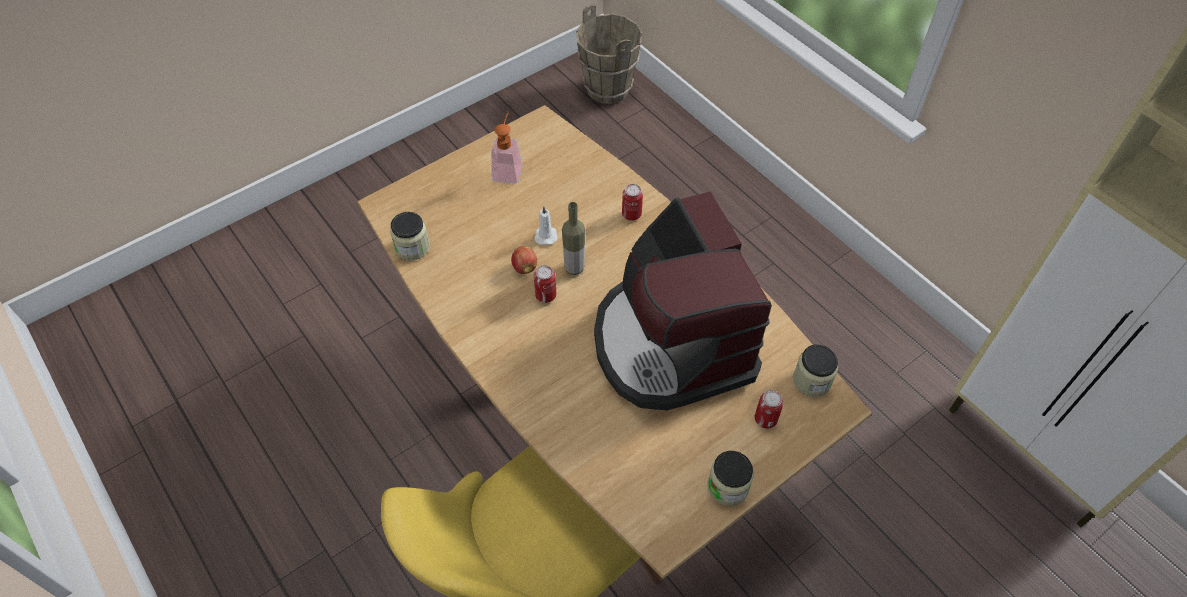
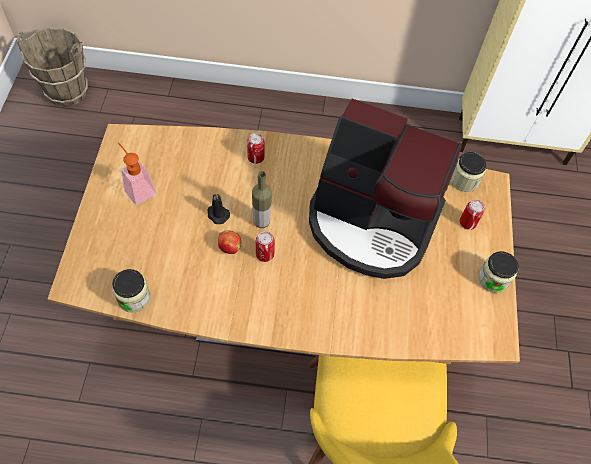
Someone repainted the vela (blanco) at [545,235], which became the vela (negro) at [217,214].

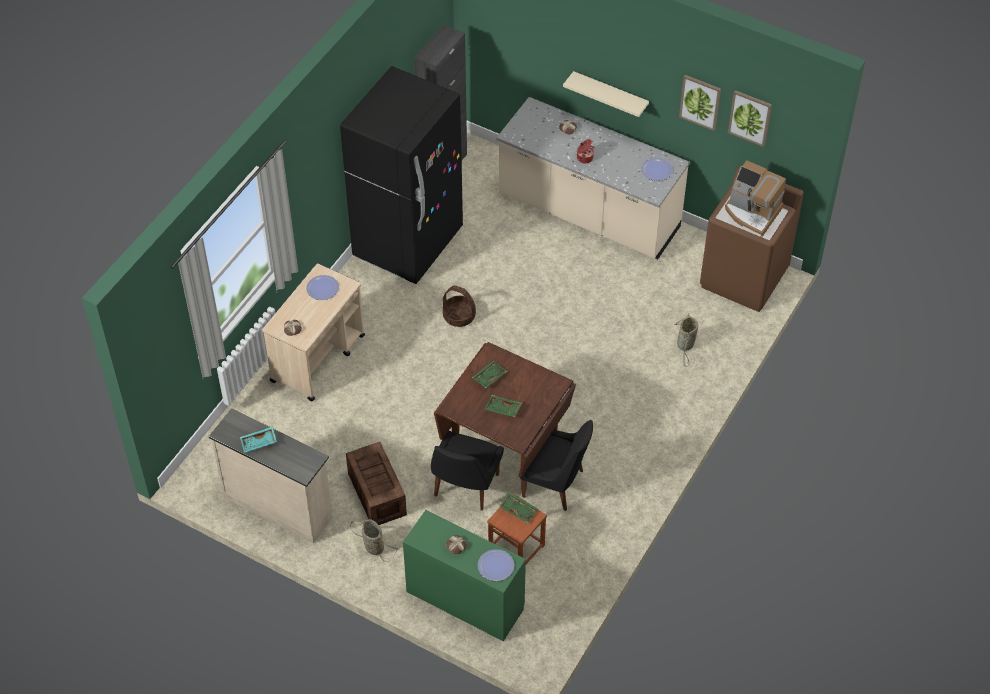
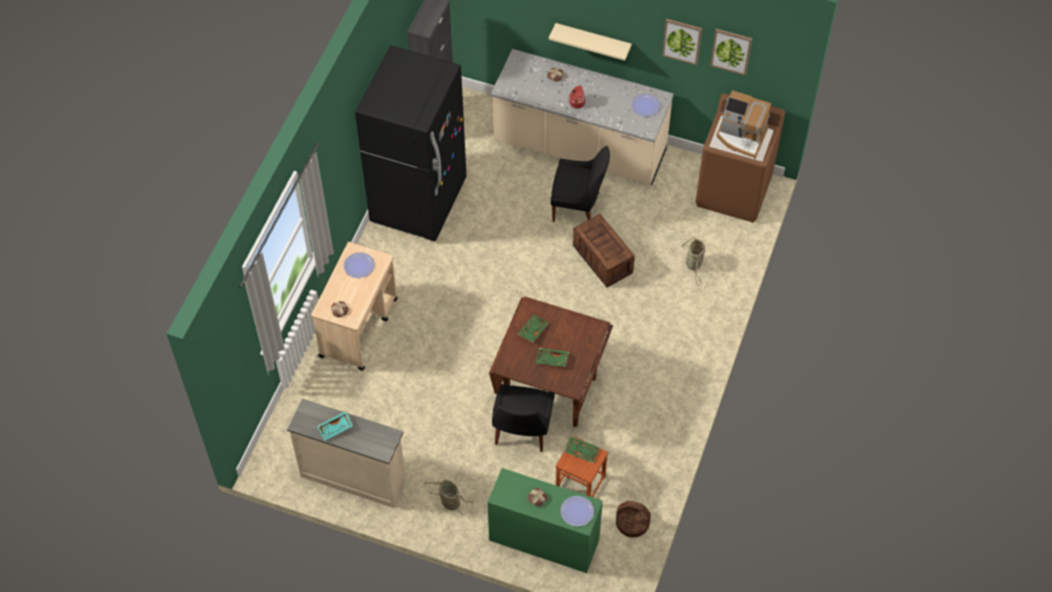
Someone carried the caja de embalaje from [377,495] to [603,260].
Someone carried the cesta from [459,316] to [632,524].
Someone carried the silla (negro) from [555,484] to [578,207].

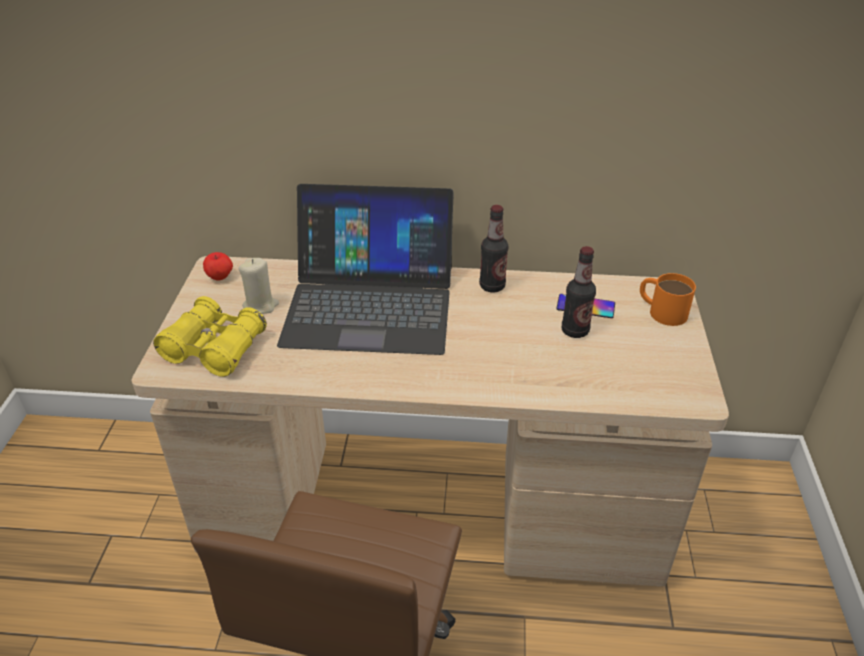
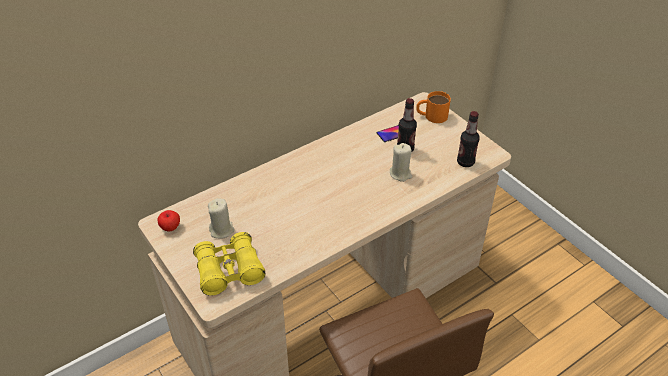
Someone took away the portátil at [370,303].
Someone carried the botella from [492,286] to [465,162].
Someone put down the vela (beis) at [400,174].

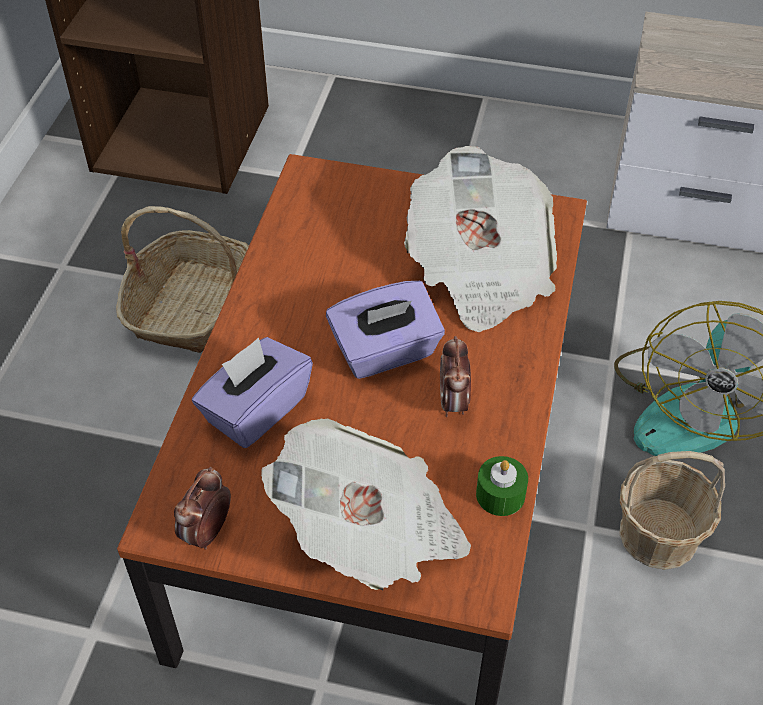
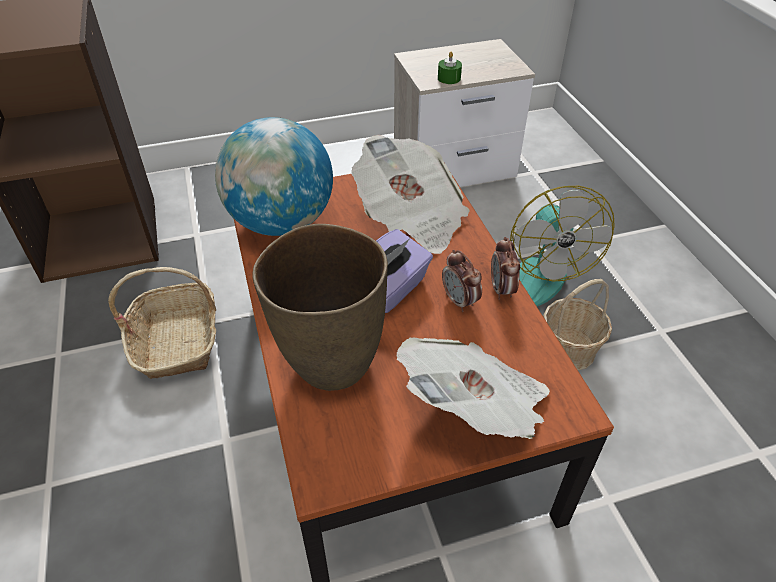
Someone carried the despertador from [207,532] to [502,290].
Someone swapped the caja de pañuelos (morado) at [255,410] for the florero (marrón) at [330,364].
Someone carried the vela (verde) from [500,495] to [449,78].
Someone put down the globo terráqueo at [281,223].

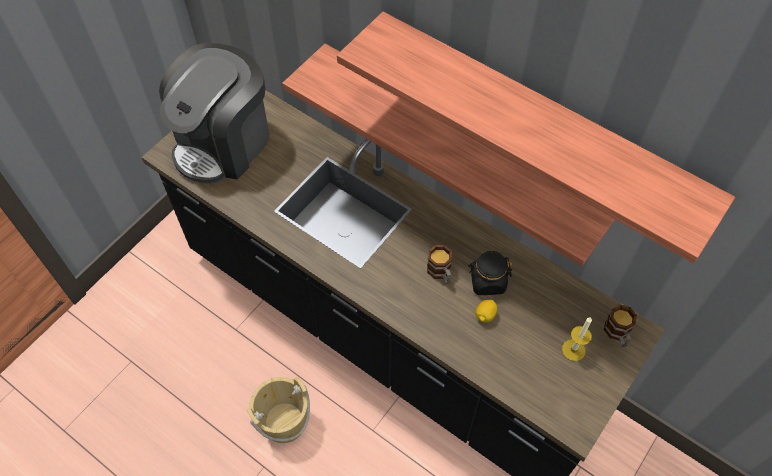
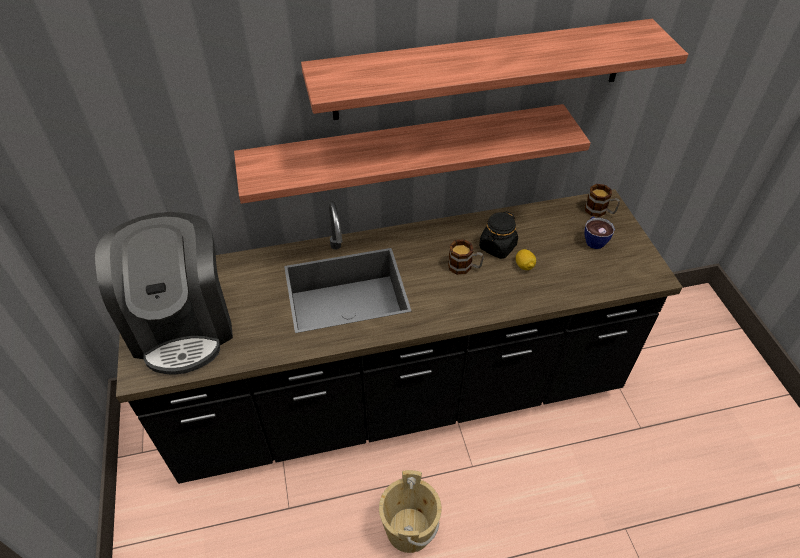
Someone swapped the vela at [573,350] for the taza at [593,239].

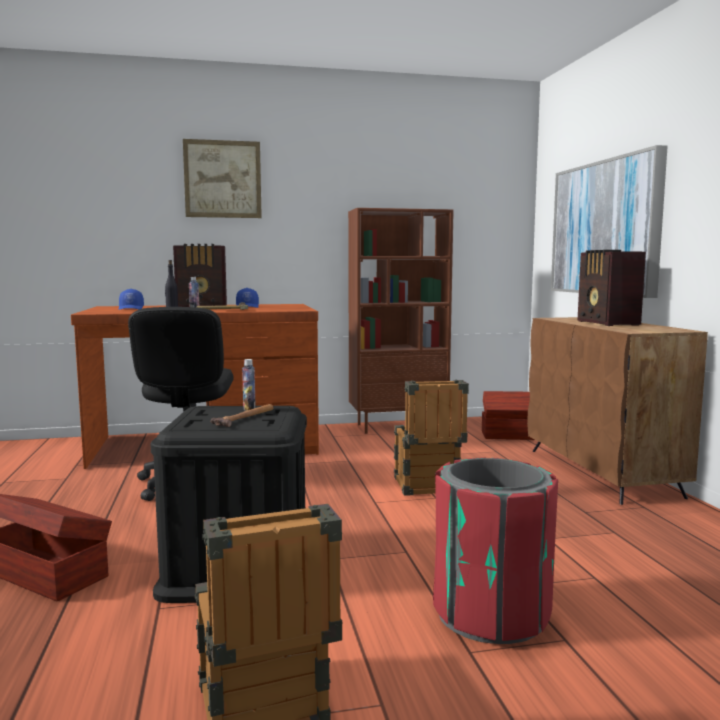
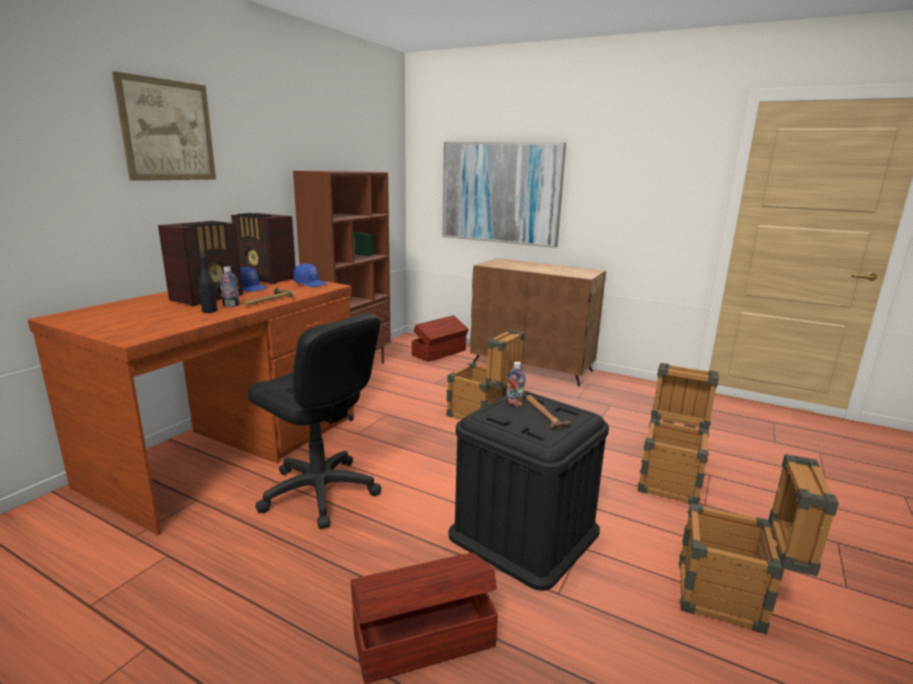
Someone carried the gorra (azul) from [131,308] to [311,283].
Someone swapped the papelera (rojo) at [491,614] for the caja de embalaje at [670,479].
Someone carried the radio from [607,323] to [267,279].

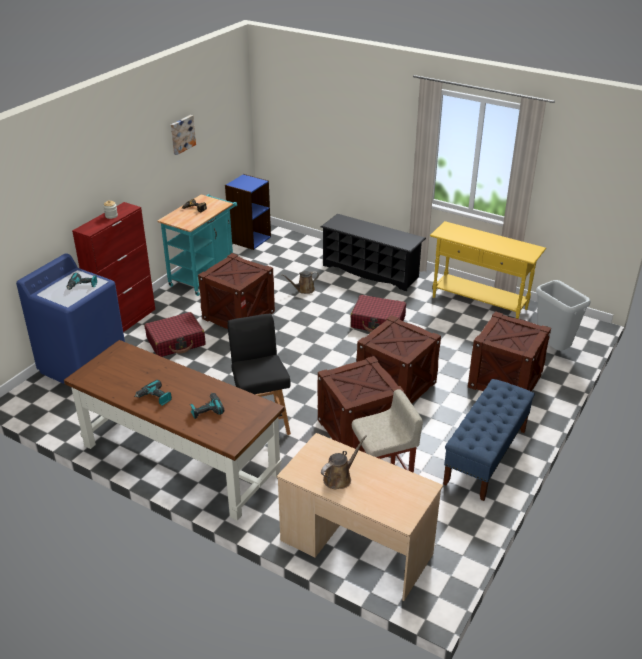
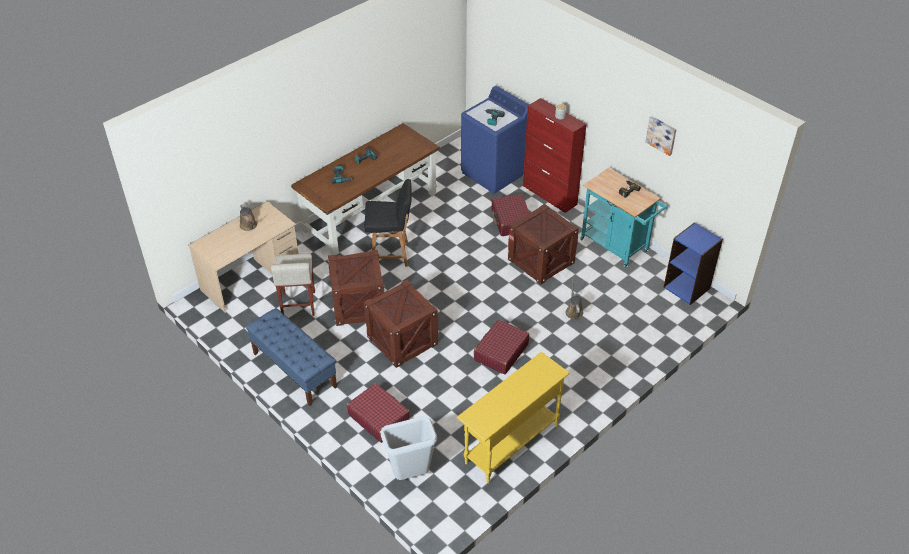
Someone took away the zapatero (negro) at [371,271].
Someone swapped the caja de embalaje at [505,380] for the maleta (rojo) at [378,418].

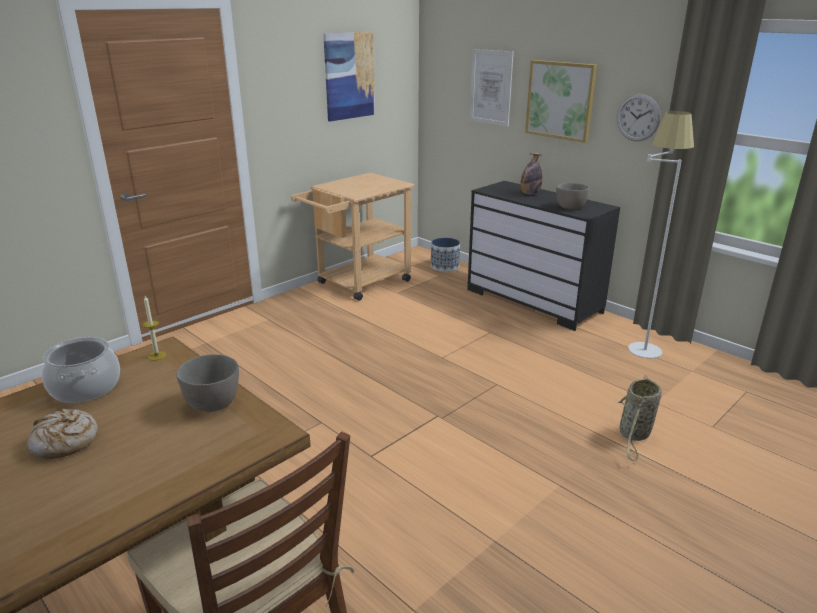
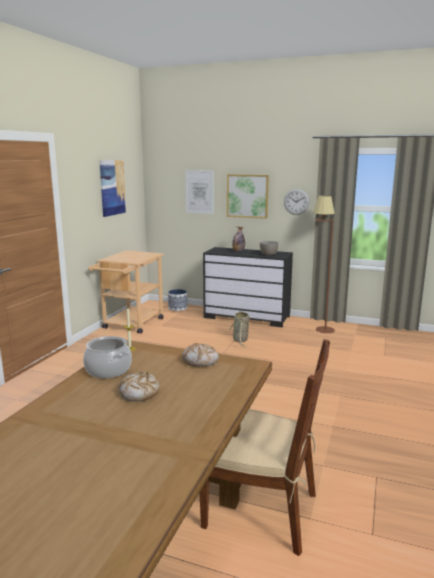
Someone swapped the cuenco (gris) at [213,403] for the pan at [200,361].
Someone carried the cesta from [634,435] to [240,340].
Someone repainted the lámpara de pie (blanco) at [640,343], which became the lámpara de pie (marrón) at [320,327].

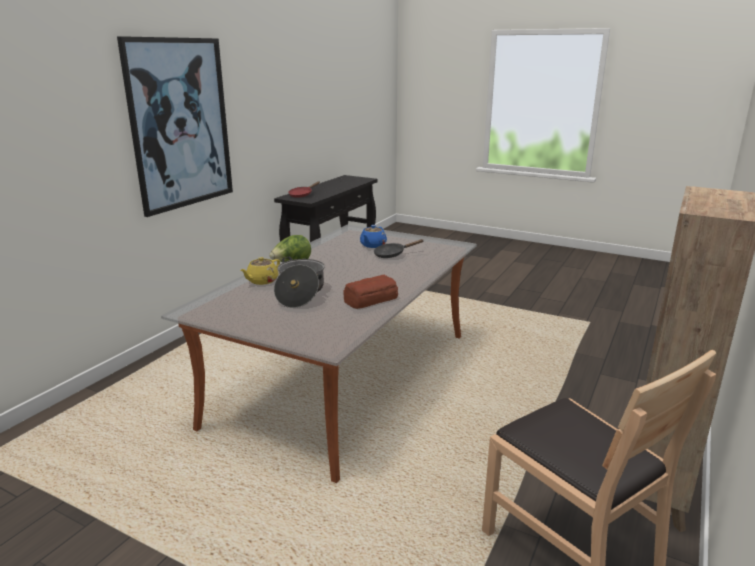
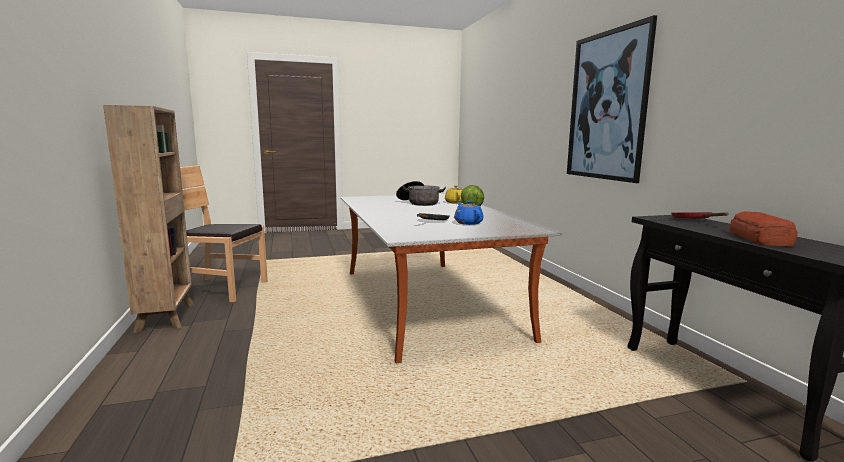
Someone carried the pan from [370,299] to [760,239].

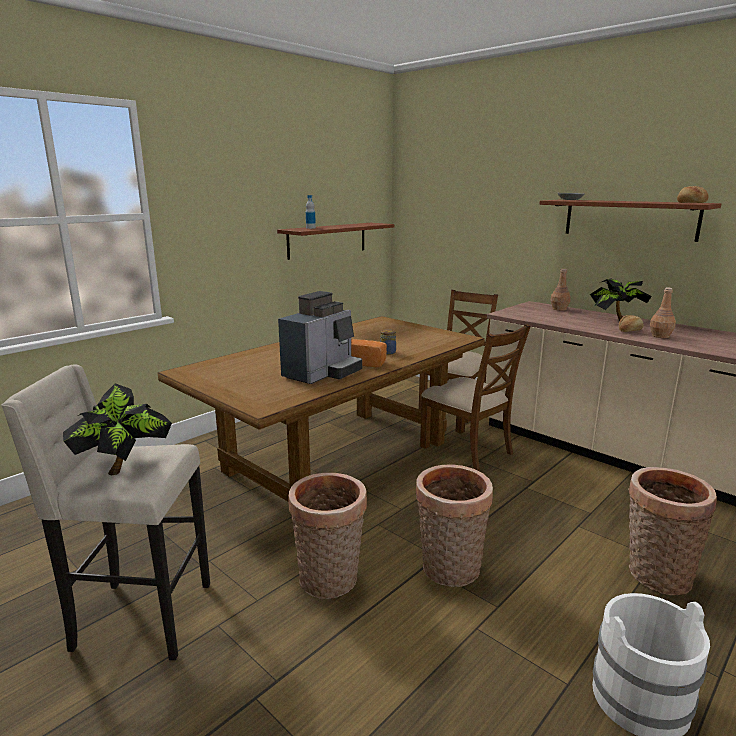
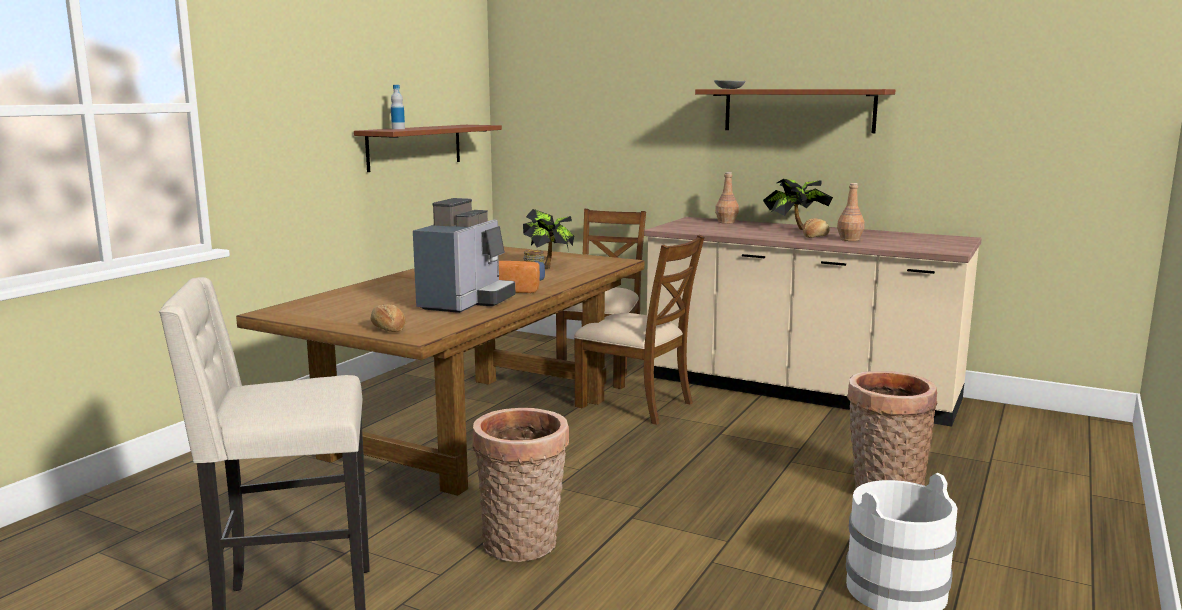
Someone carried the planta en maceta from [125,467] to [549,266].
Someone took away the cesta at [449,571].
Someone carried the pan from [691,203] to [388,329].

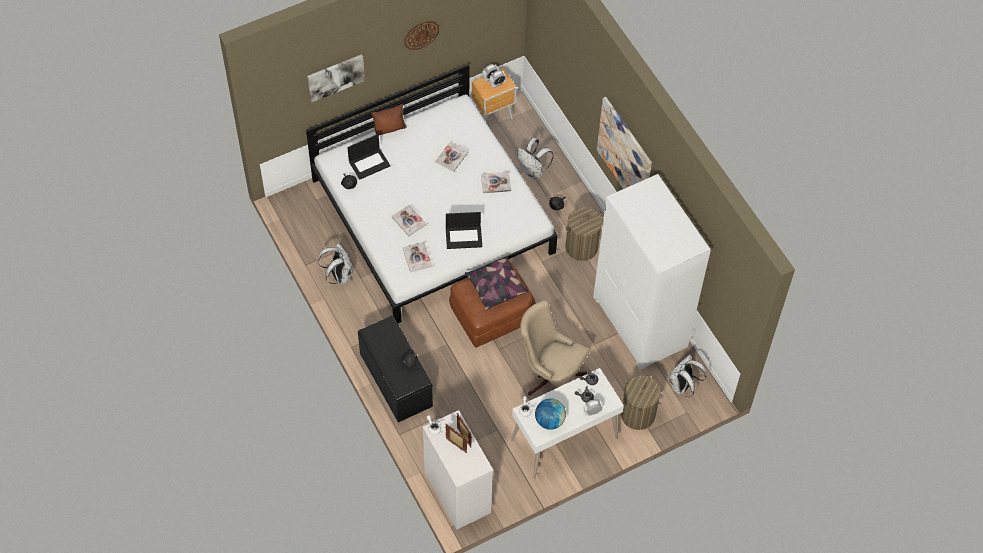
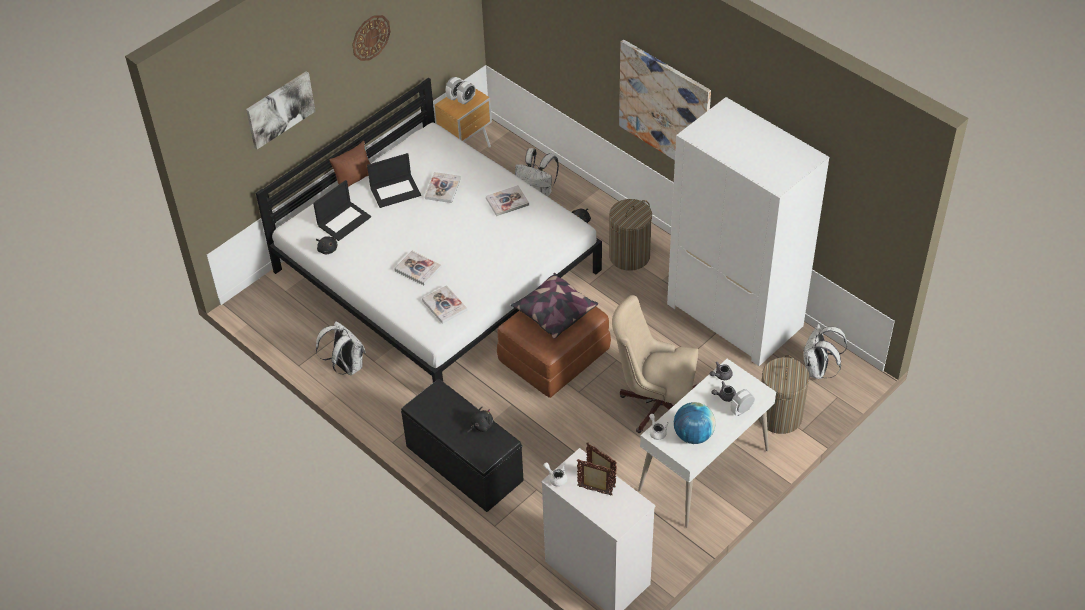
Someone carried the portátil from [464,236] to [395,191].

